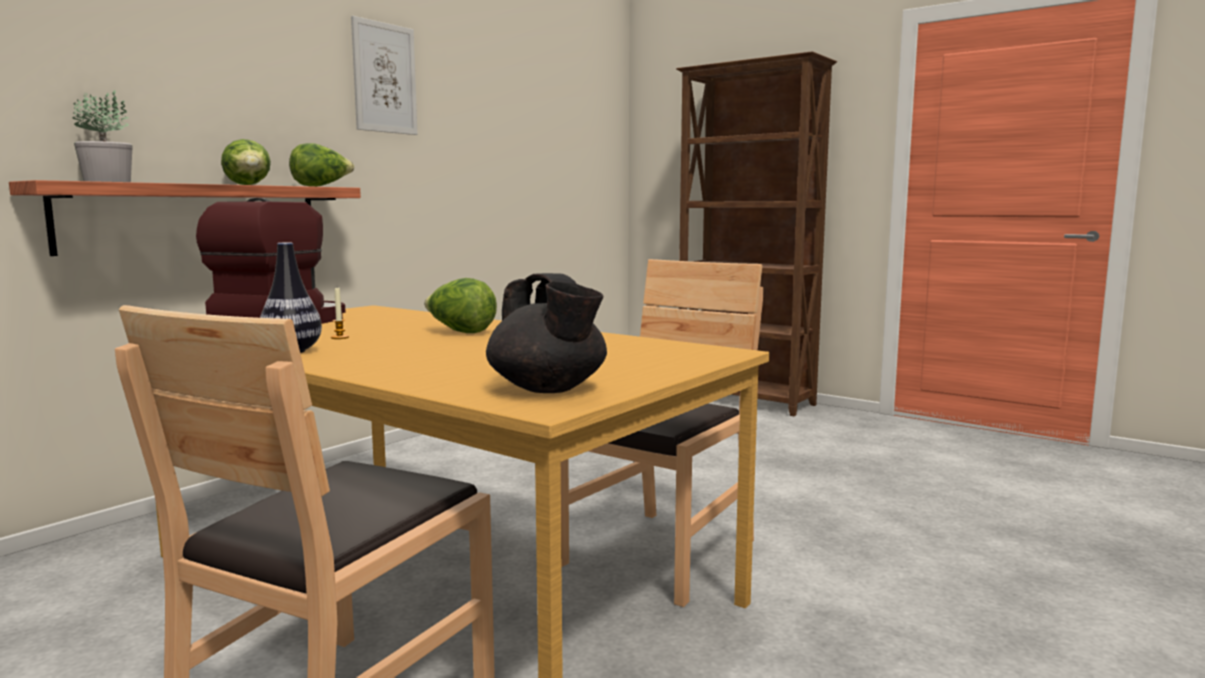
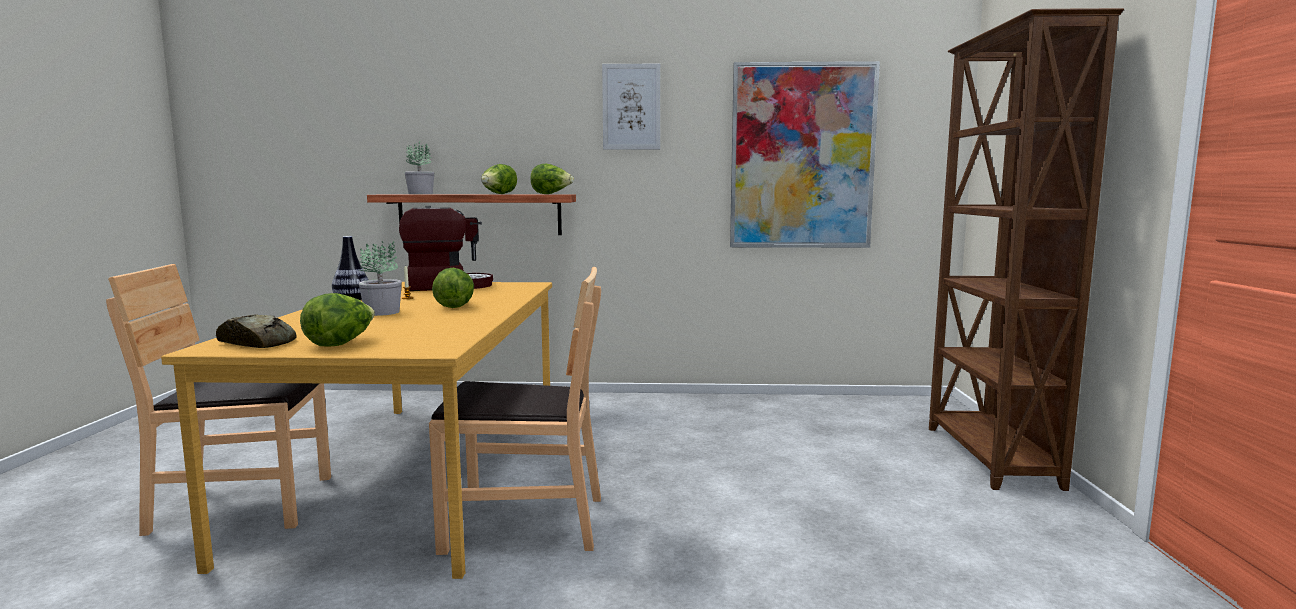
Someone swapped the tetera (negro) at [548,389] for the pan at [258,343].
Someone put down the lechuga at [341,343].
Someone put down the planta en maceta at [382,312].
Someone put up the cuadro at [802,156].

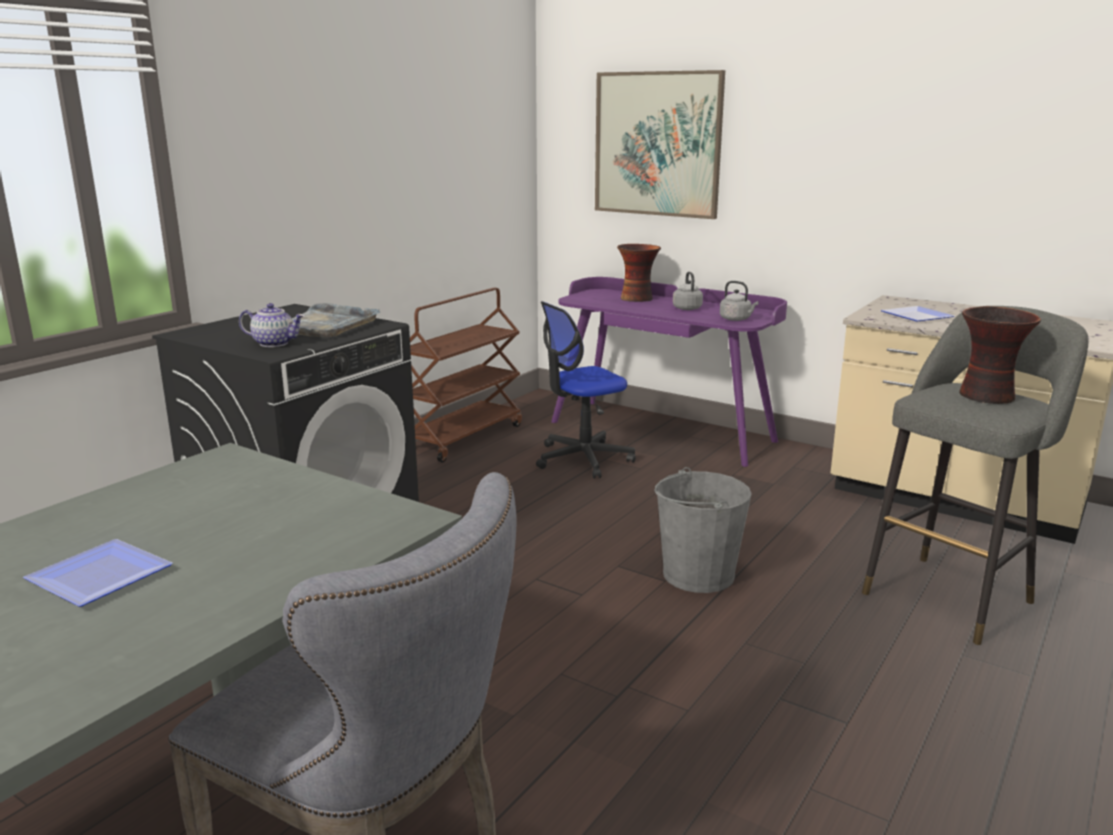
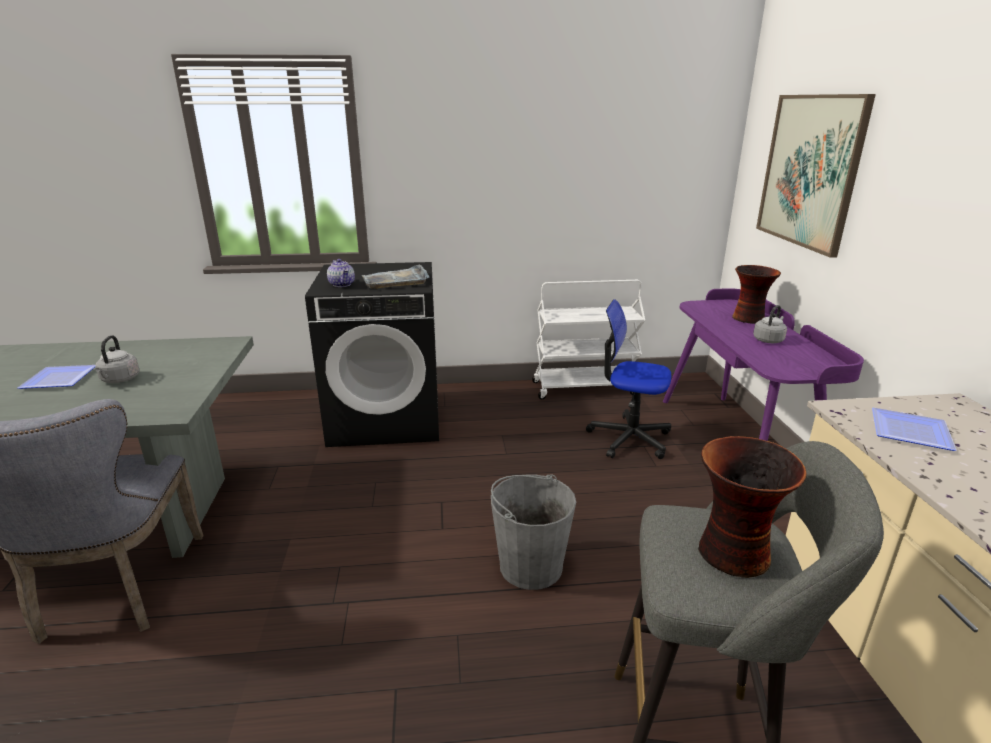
Someone repainted the carrito (marrón) at [463,437], which became the carrito (blanco) at [584,388].
Someone carried the hervidor (gris) from [736,319] to [119,380].

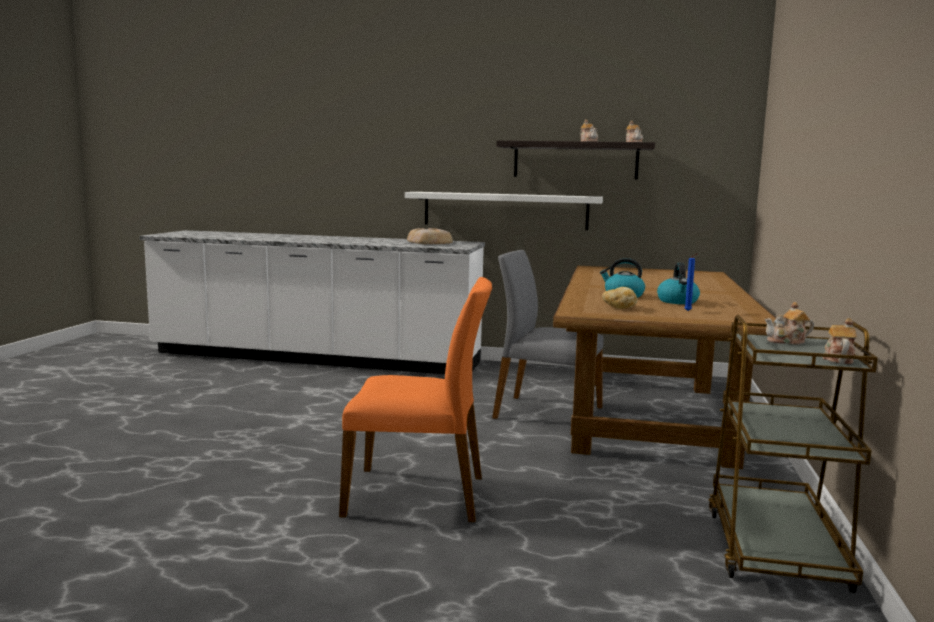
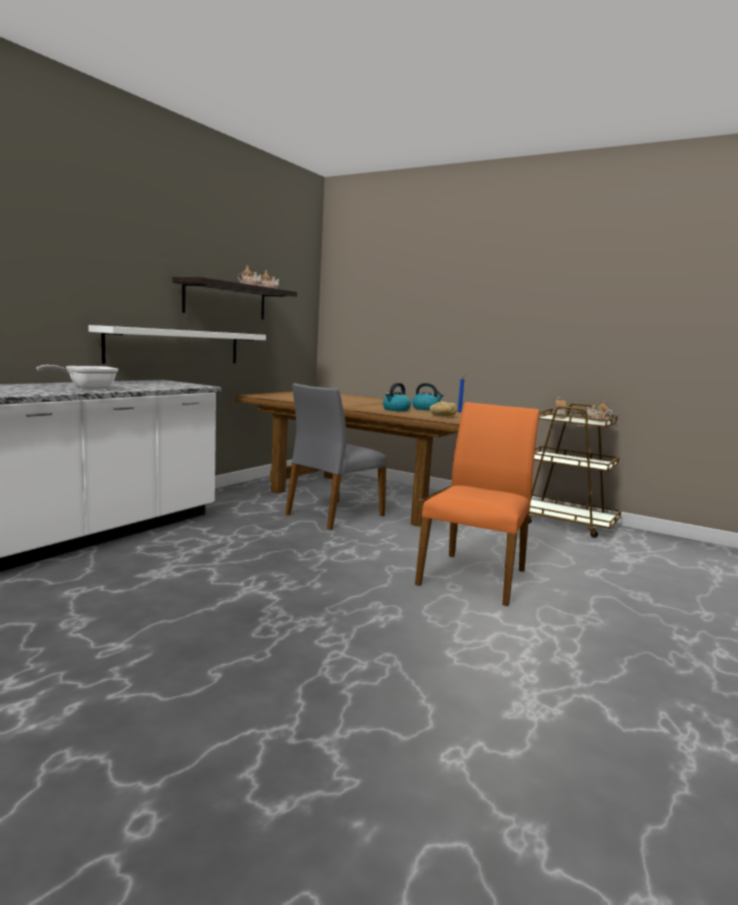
Someone took away the pan at [429,242].
Someone put down the sartén at [86,388].

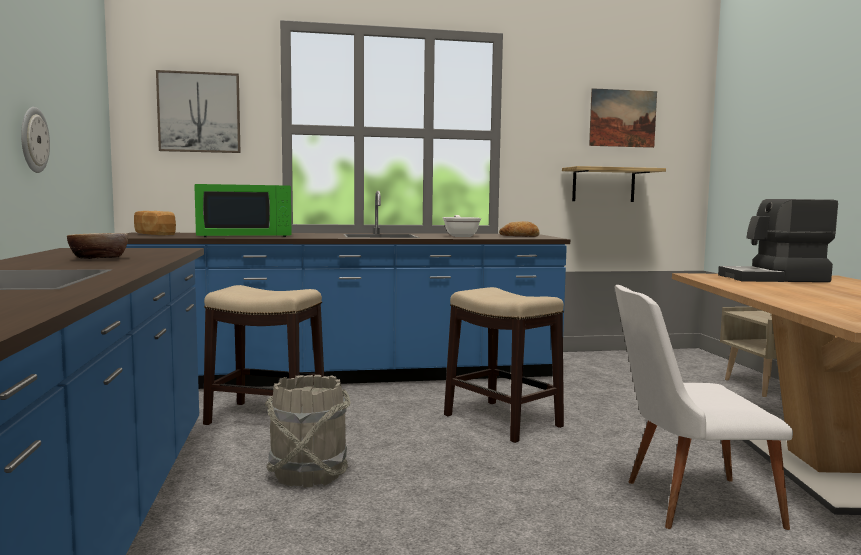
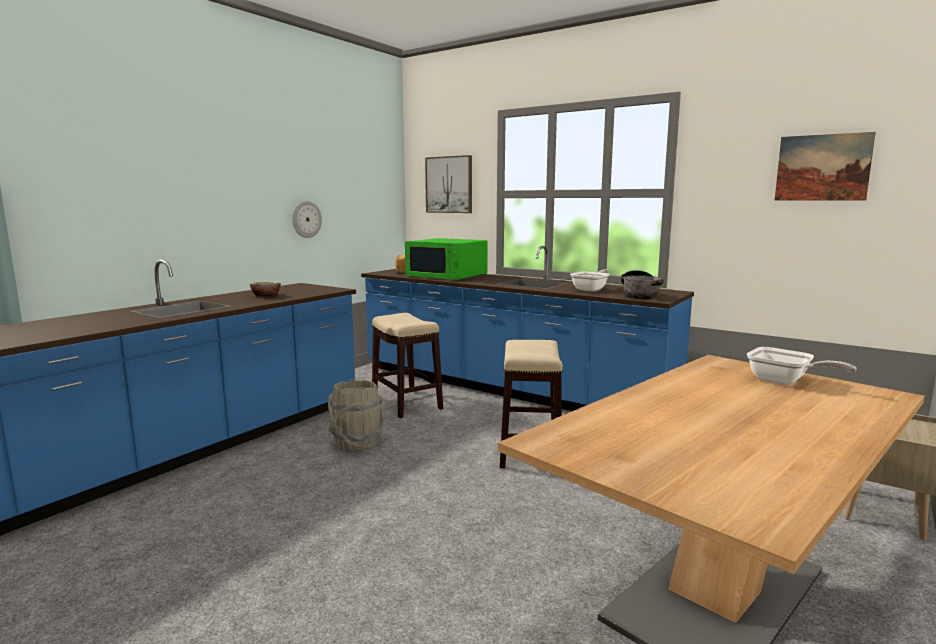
Someone swapped the pan at [520,236] for the olla at [639,295].
Someone took away the estante at [603,185].
Someone took away the silla (blanco) at [685,502].
Someone swapped the cafetera at [774,279] for the sartén at [784,382].

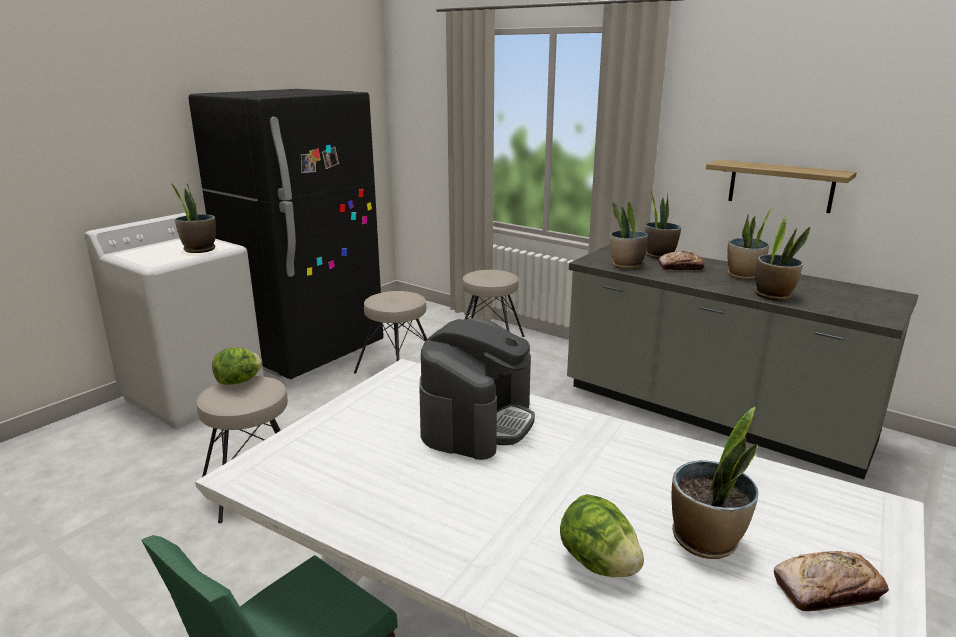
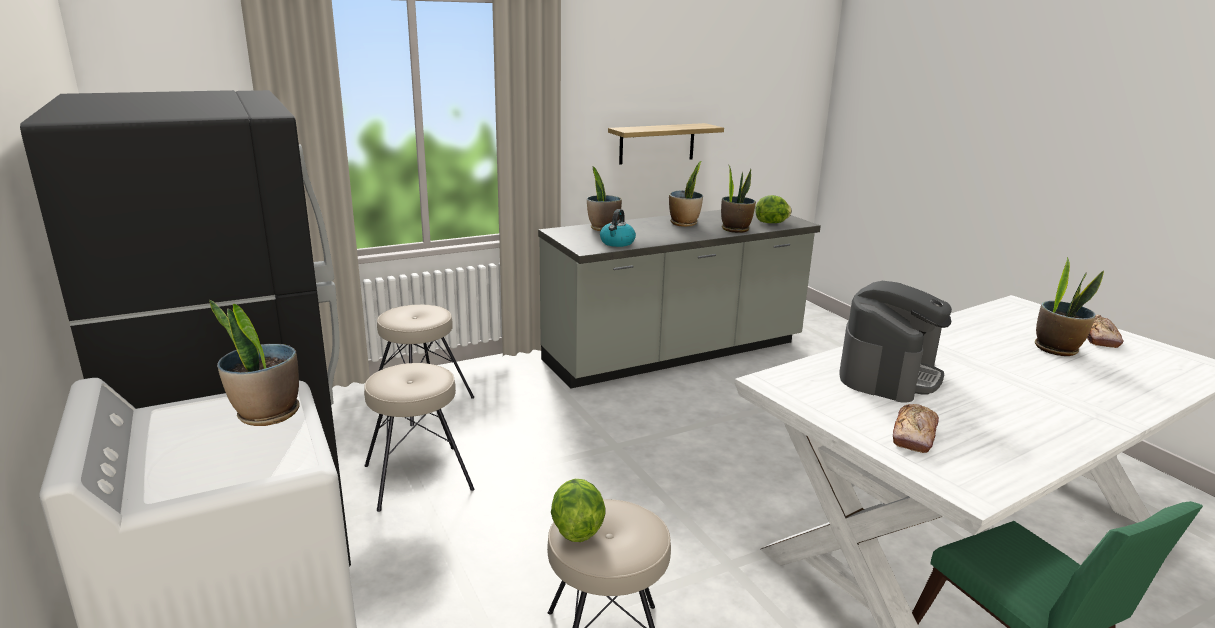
Someone rotated the cafetera at [477,421] by 75 degrees clockwise.
Someone carried the lechuga from [598,564] to [772,223].
Someone swapped the planta en maceta at [626,266] for the hervidor at [617,243].
Someone carried the pan from [680,267] to [914,435].

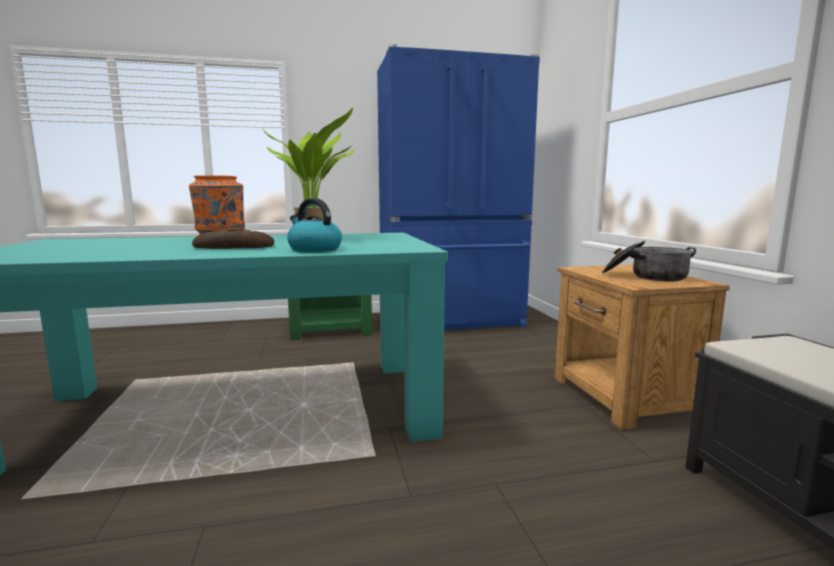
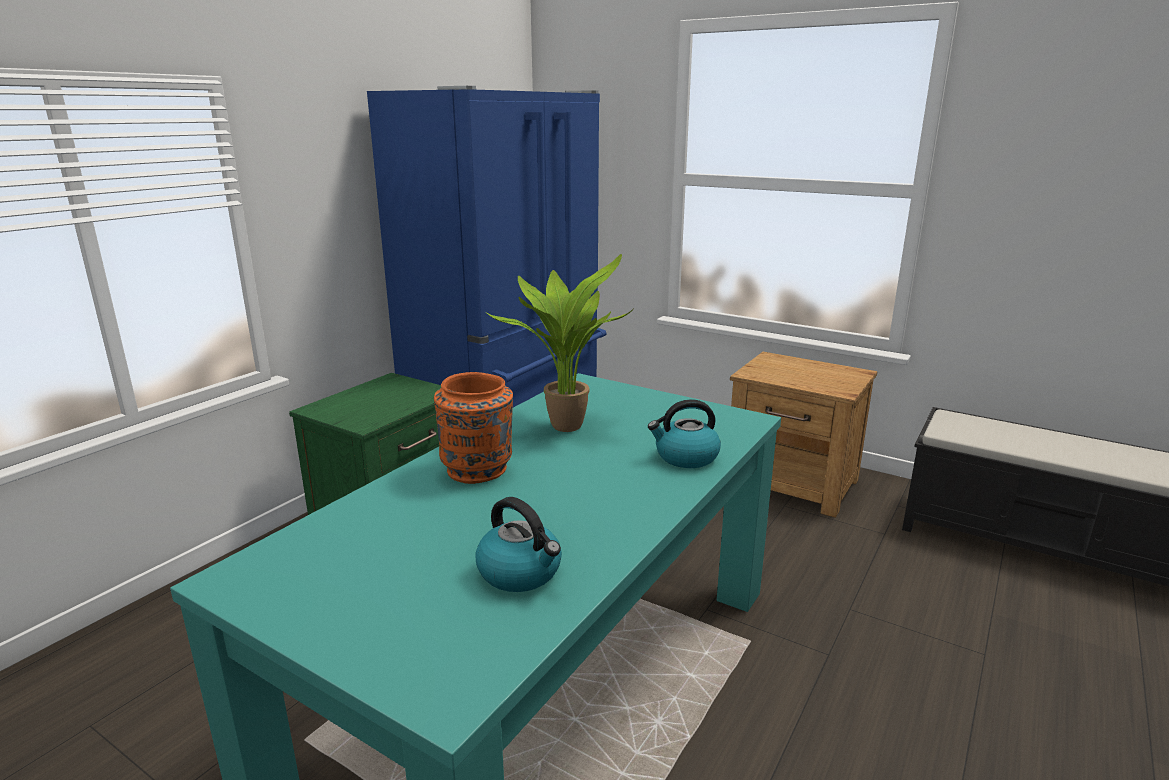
Someone took away the pan at [234,247].
Someone took away the olla at [645,276].
Someone put down the hervidor at [521,572].

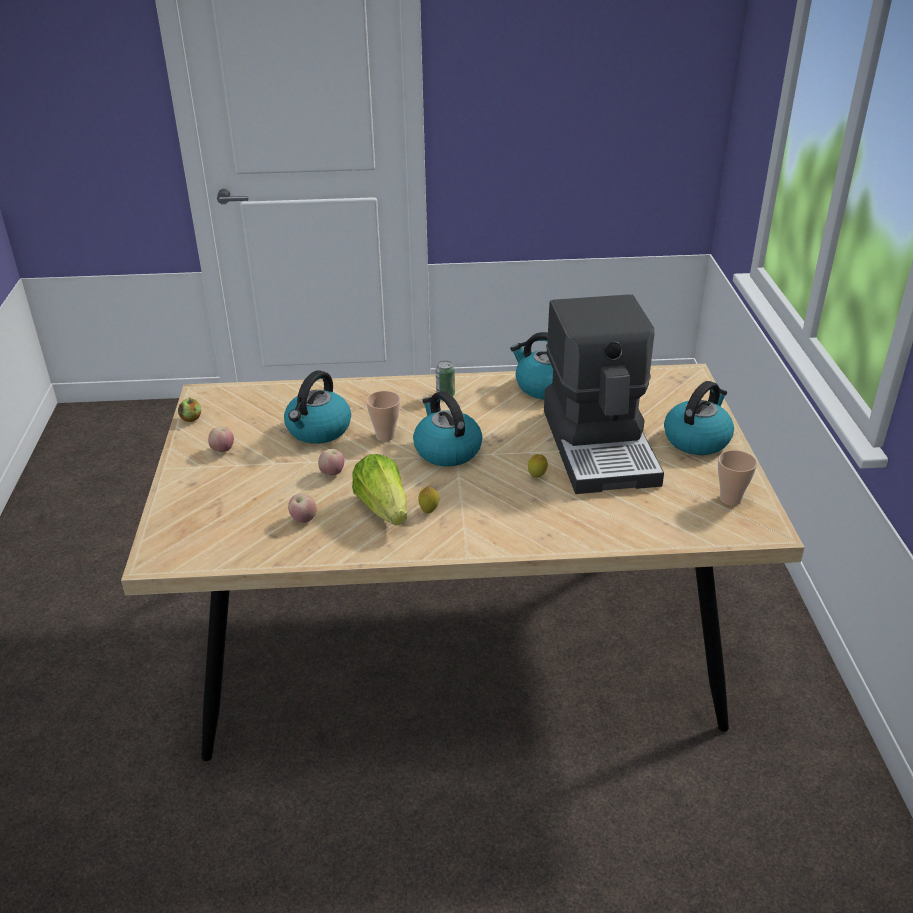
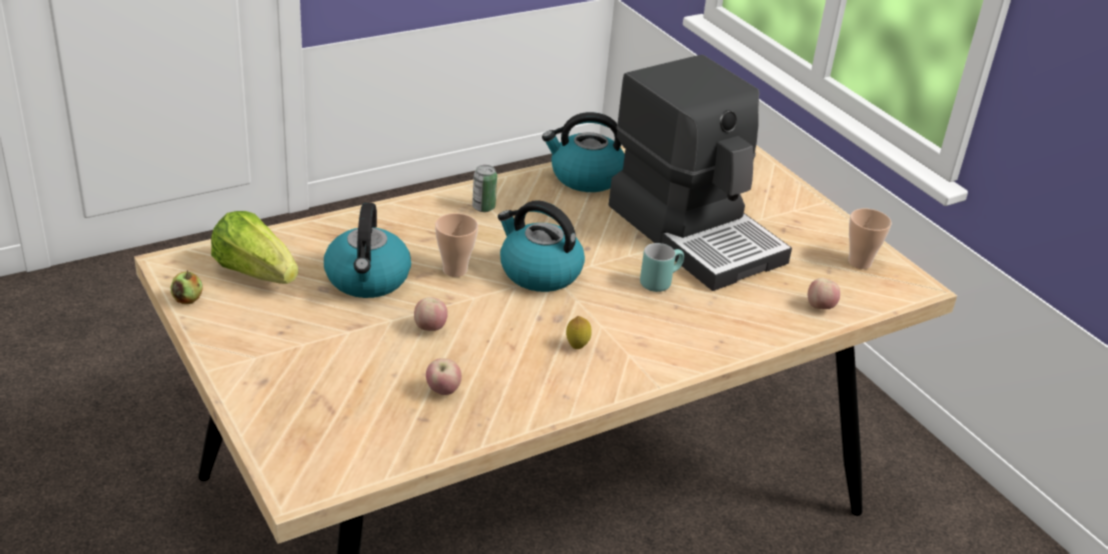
Someone carried the manzana from [223,450] to [820,307].
Someone carried the lechuga from [383,508] to [255,272].
Someone swapped the limón at [537,477] for the taza grande (turquesa) at [659,281].
Someone took away the hervidor at [697,439].

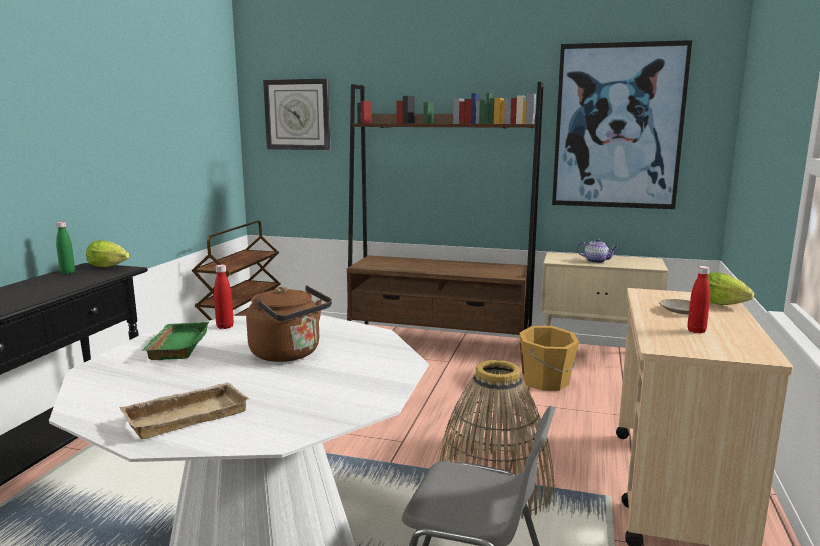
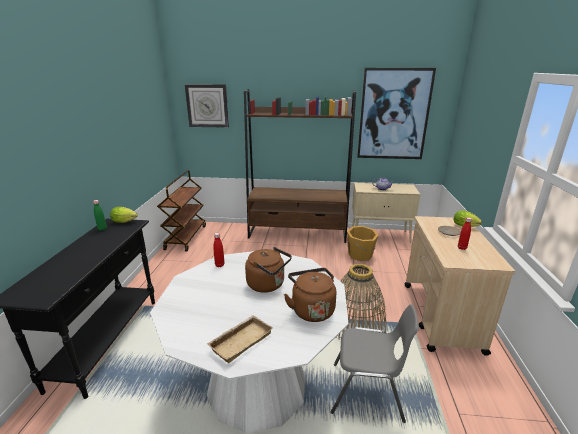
Someone took away the bandeja (verde) at [176,345].
Someone put down the hervidor (marrón) at [311,309].

